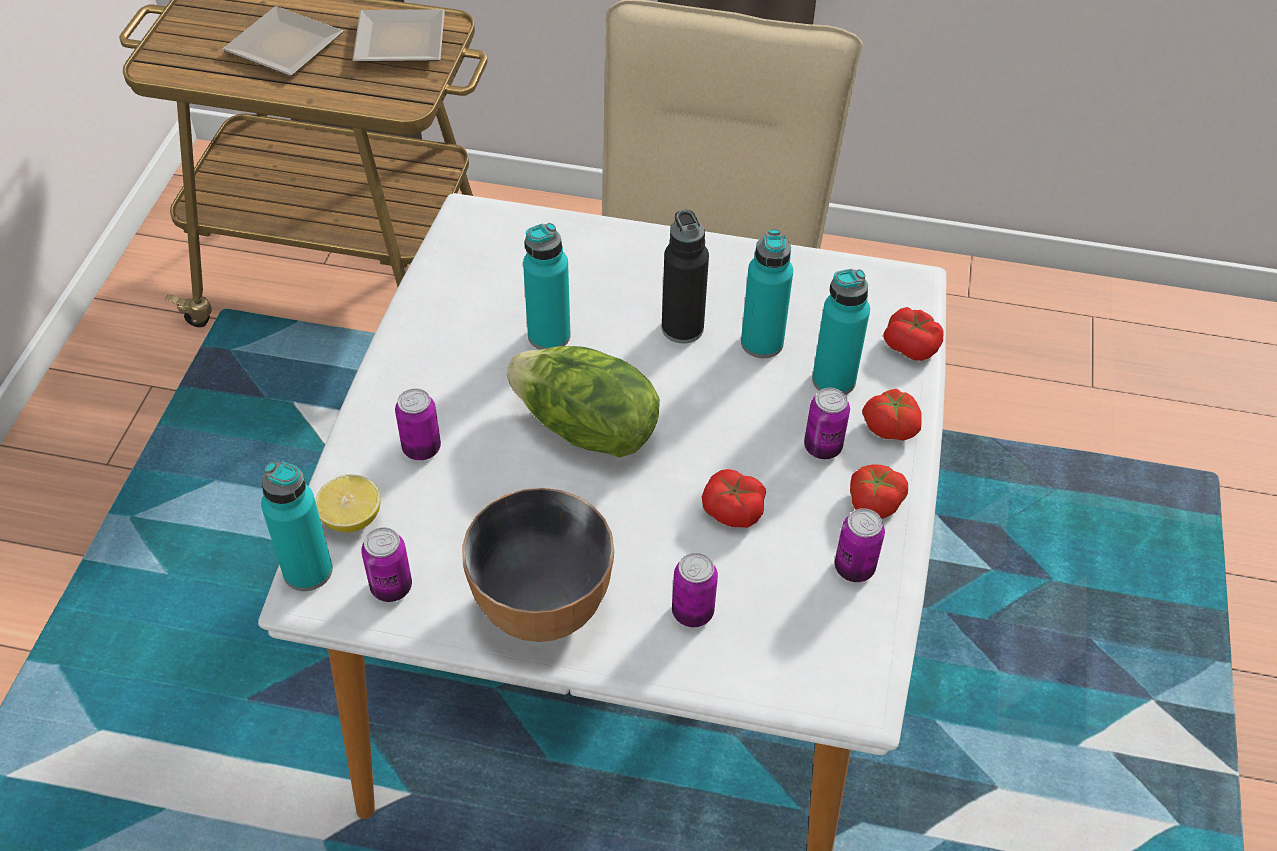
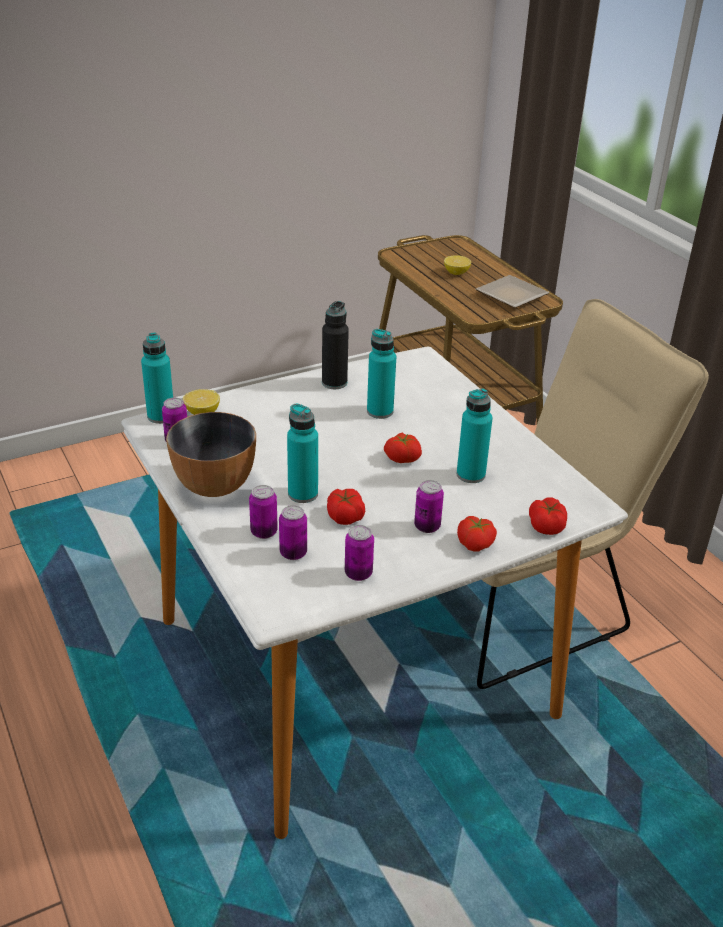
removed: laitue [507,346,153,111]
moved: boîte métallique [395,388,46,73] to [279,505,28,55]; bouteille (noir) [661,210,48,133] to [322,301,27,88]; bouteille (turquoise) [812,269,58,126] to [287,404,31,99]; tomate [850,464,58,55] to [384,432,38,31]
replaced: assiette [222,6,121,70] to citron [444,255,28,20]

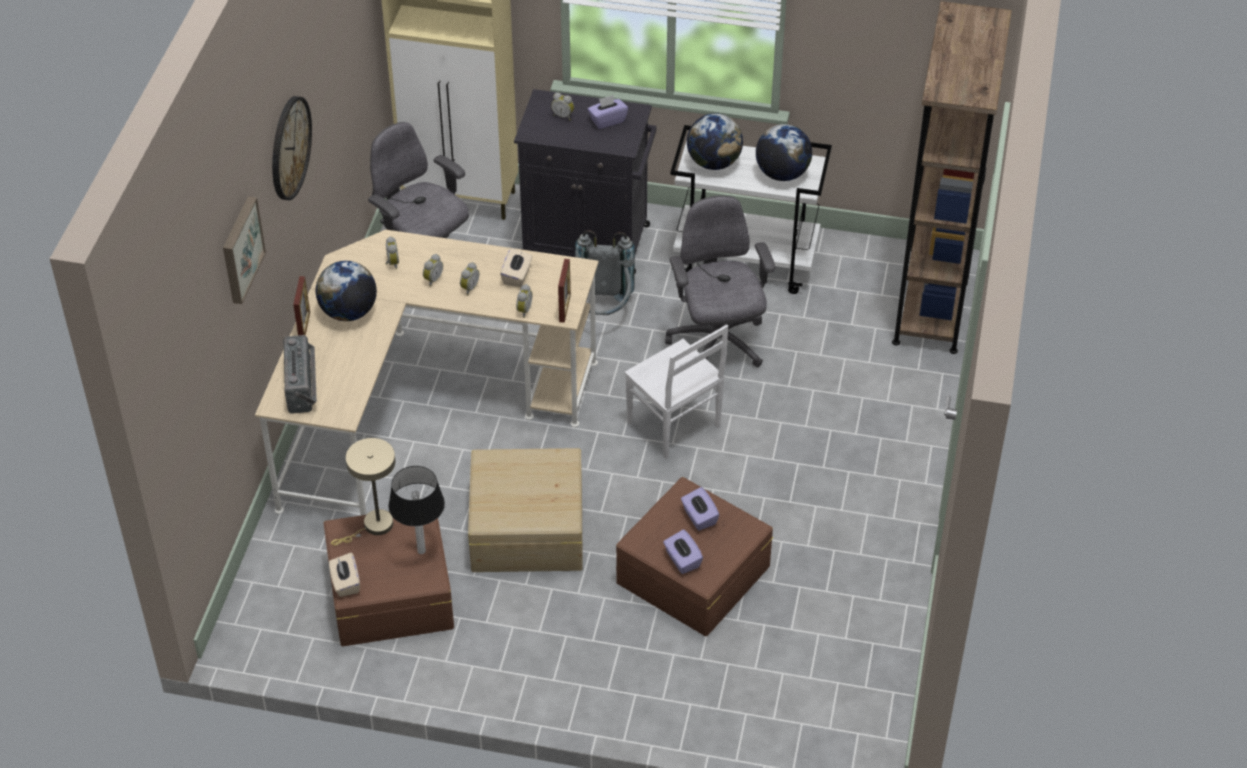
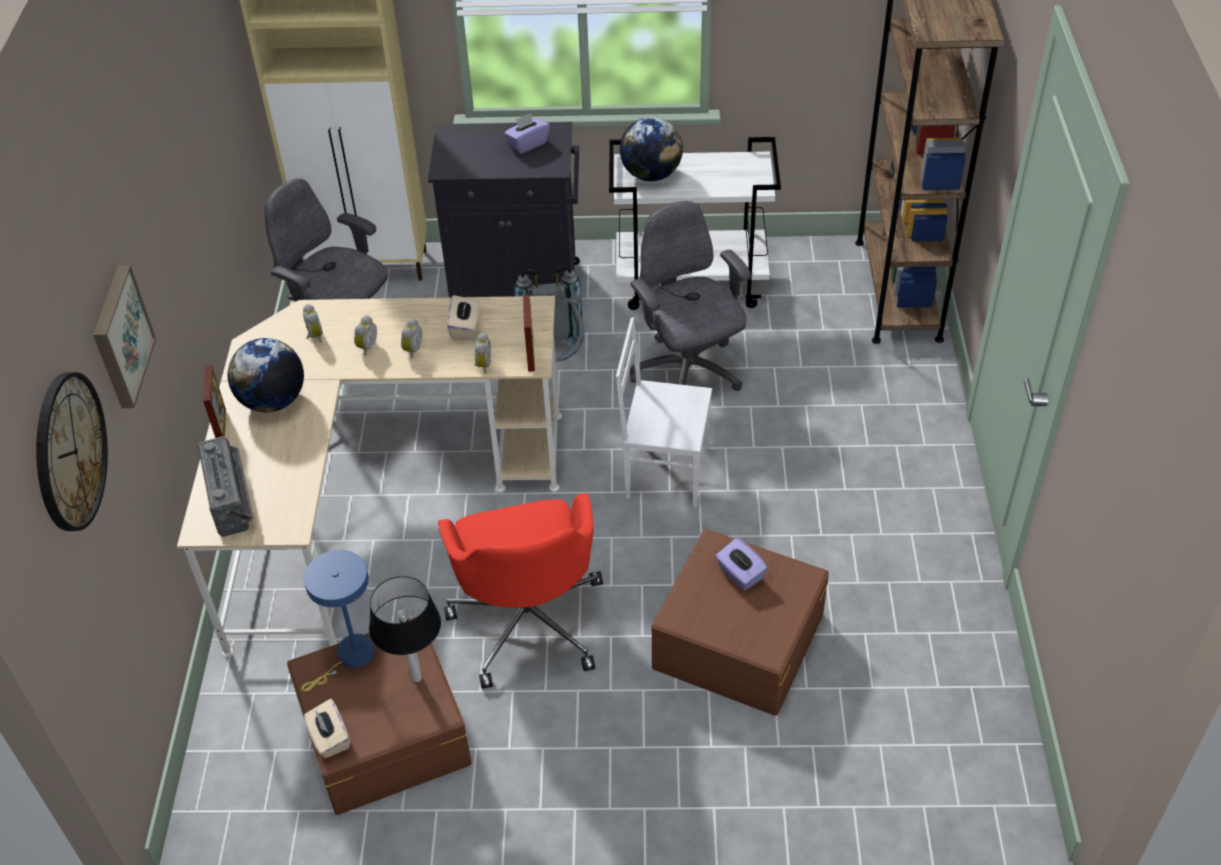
removed: réveil [551,92,23,28]; boîte à mouchoirs (violet) [663,530,40,44]; globe [756,124,56,57]
moved: horloge murale [272,96,40,104] to [36,372,72,159]
replaced: boîte de rangement (beige) [468,448,115,124] to chaise de bureau (rouge) [438,493,165,196]
recoloured: lampe de table (beige) [331,438,64,108] to lampe de table (bleu) [301,550,74,141]
turned: chaise (blanc) [625,325,103,134] = [616,317,96,190] 150 degrees clockwise

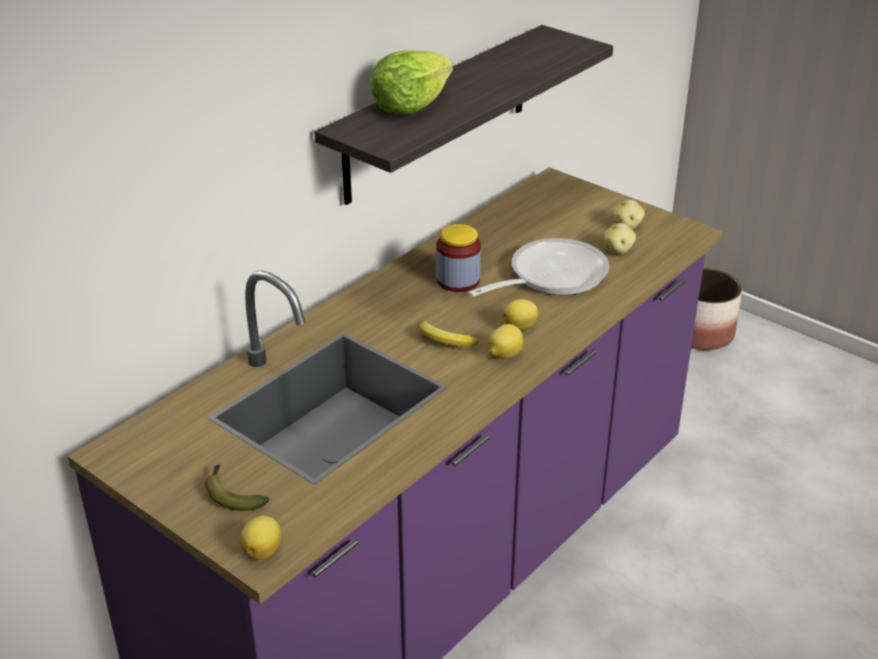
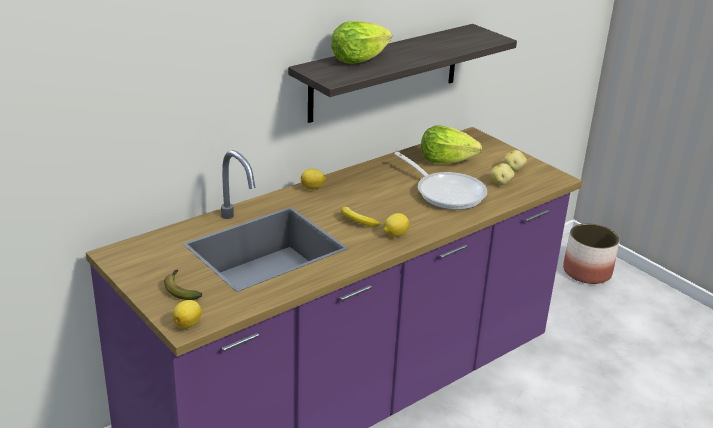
removed: bocal [436,224,45,68]
added: laitue [421,126,61,38]
moved: citron [503,299,35,32] to [301,169,25,21]
turned: poêle [468,238,141,59] = [394,152,93,58] 75 degrees clockwise

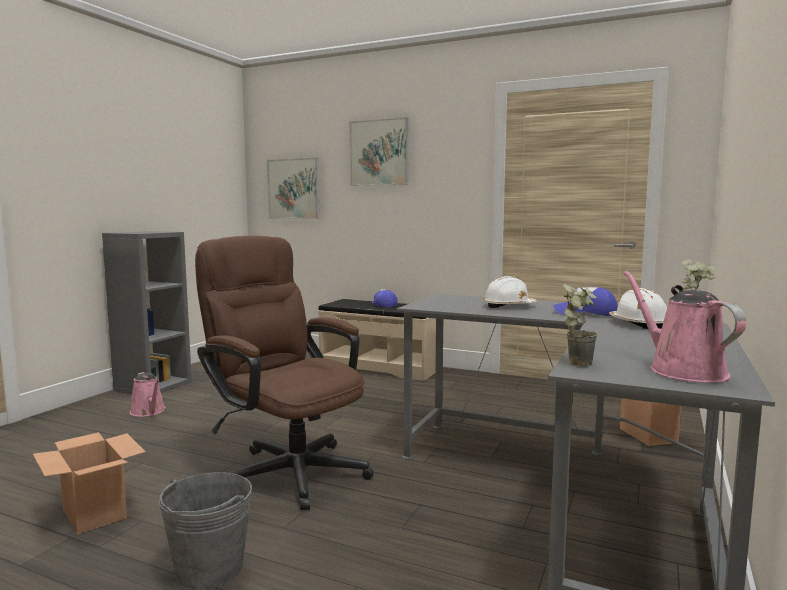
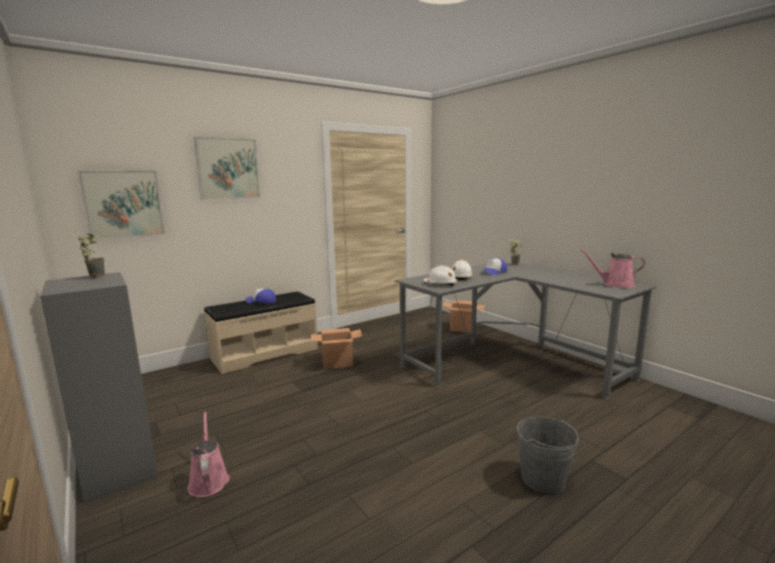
removed: chaise de bureau (marron) [195,236,179,275]
moved: carton [33,432,113,102] to [311,328,51,41]; plante en pot [562,282,35,84] to [75,231,30,47]; casque de chantier (blanc) [609,288,58,41] to [423,265,34,21]
turned: arrosoir (rose) [130,372,36,45] = [188,412,41,85] 105 degrees counterclockwise

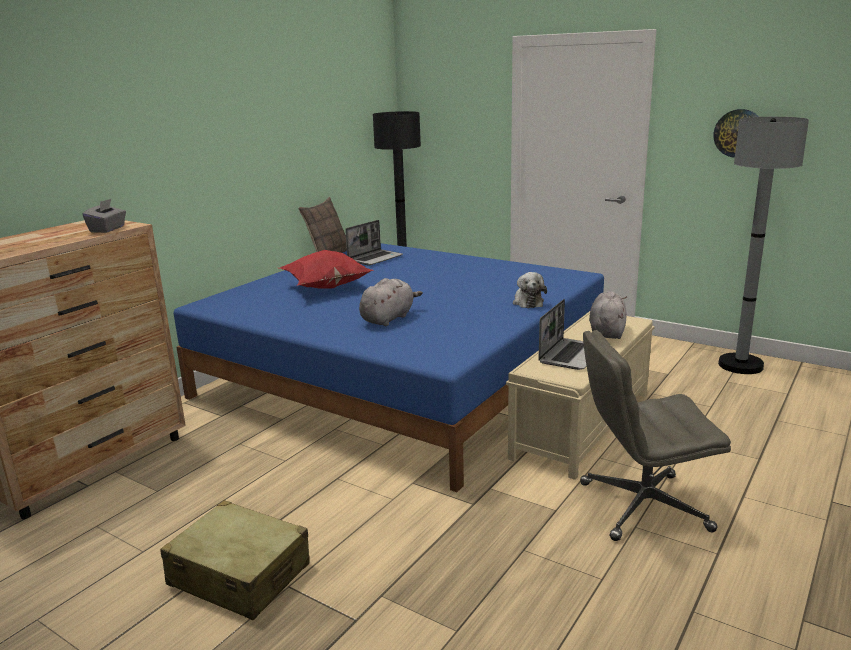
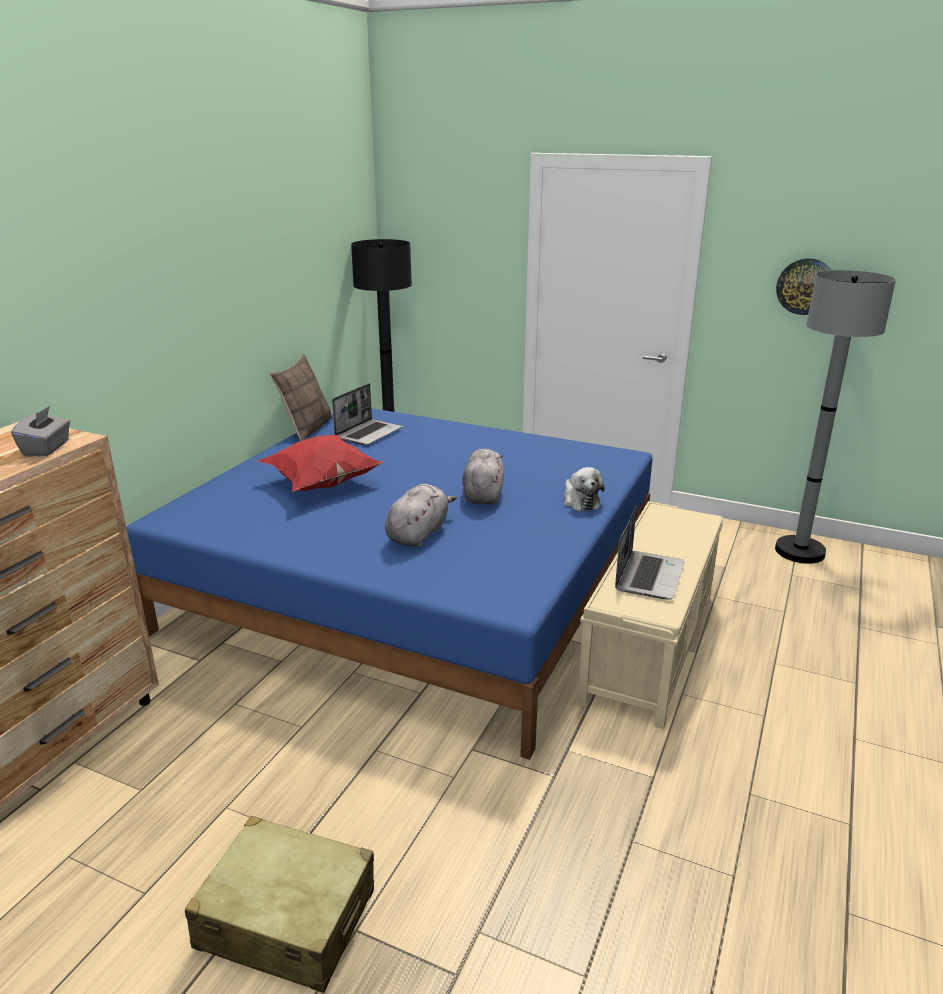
removed: chaise de bureau (gris) [580,330,151,211]
moved: peluche (gris) [589,292,38,47] to [462,449,42,56]

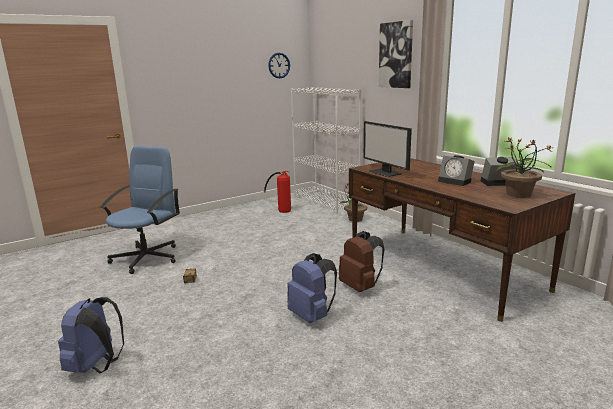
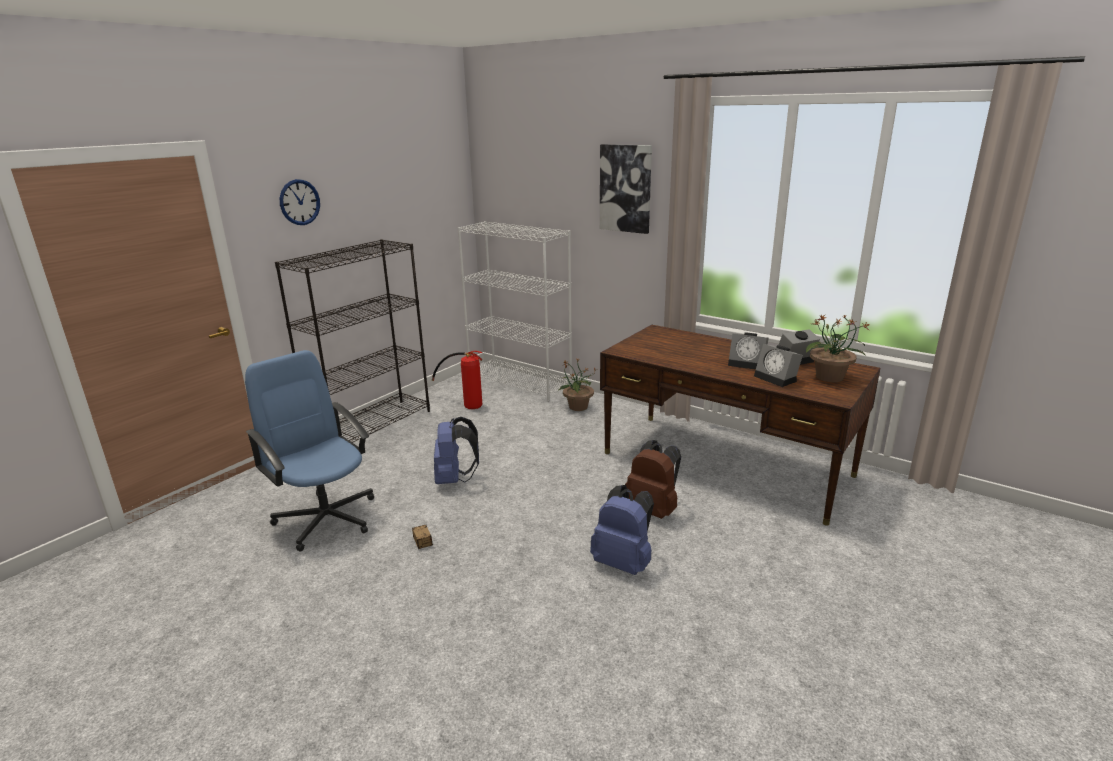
removed: écran d'ordinateur [364,121,48,56]
added: bibliothèque (noir) [275,239,155,204]; réveil [754,344,49,43]
moved: sac à dos (bleu) [58,297,66,76] to [434,417,45,67]; horloge murale [268,53,22,25] to [280,179,40,46]
turned: chaise de bureau (bleu) [100,146,80,128] = [245,350,129,201] 45 degrees counterclockwise

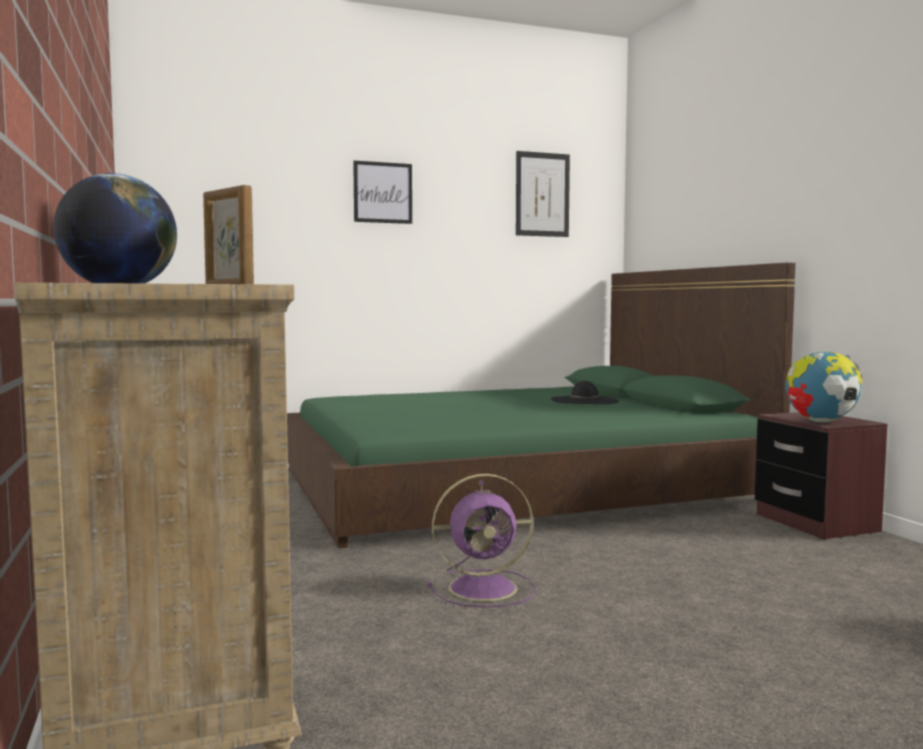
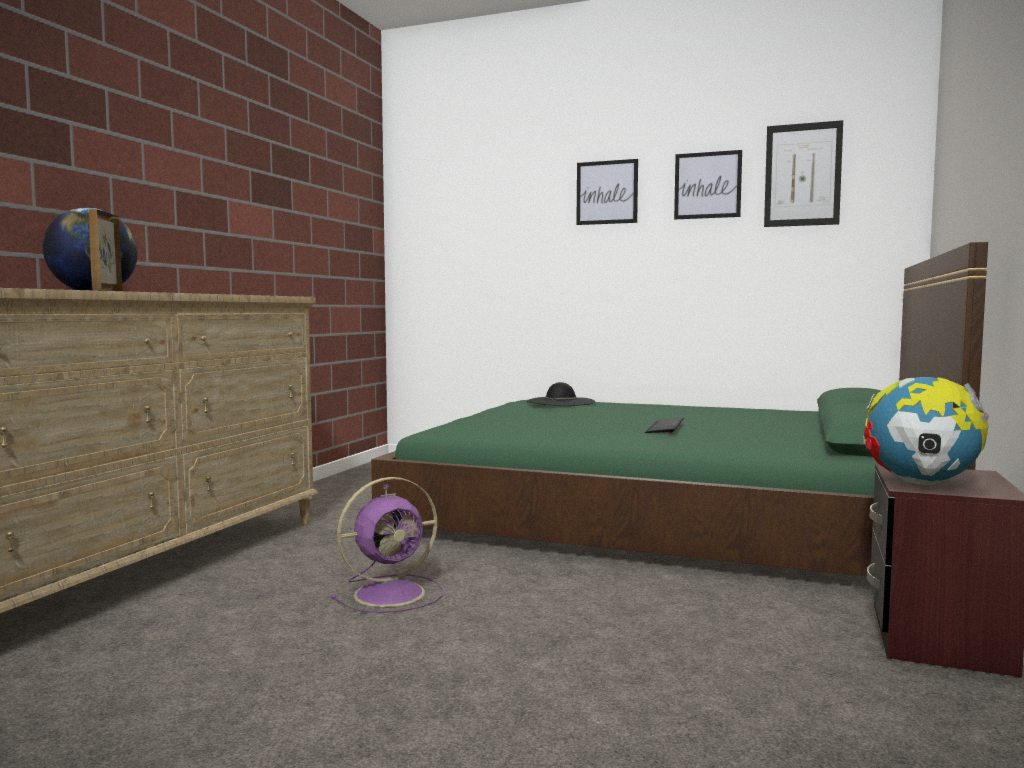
added: clavier [645,418,39,16]; tableau [674,150,68,69]
moved: chapeau (noir) [551,381,68,23] to [526,382,69,24]
turned: ventilateur (violet) [427,474,109,134] = [330,477,113,136] 60 degrees counterclockwise

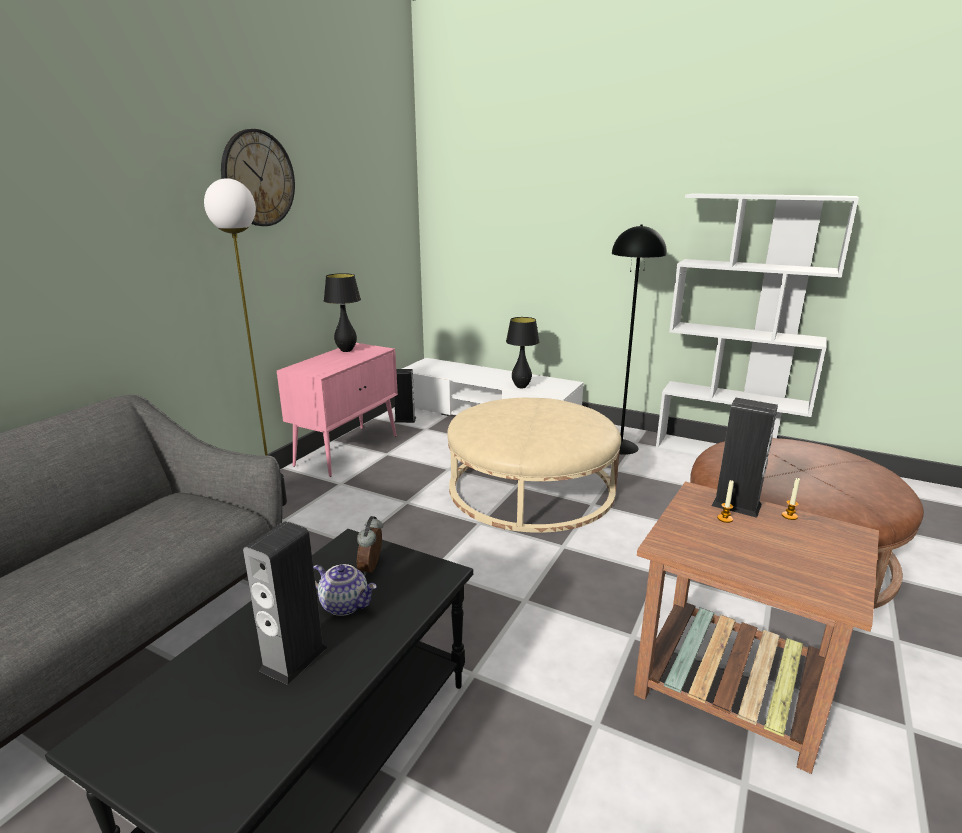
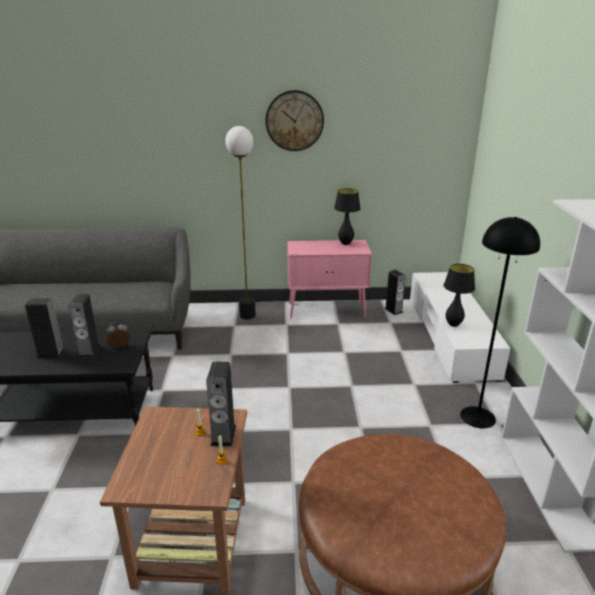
removed: pouf (beige) [447,398,174,135]
replaced: théière [313,564,64,52] to enceinte [68,294,33,64]

